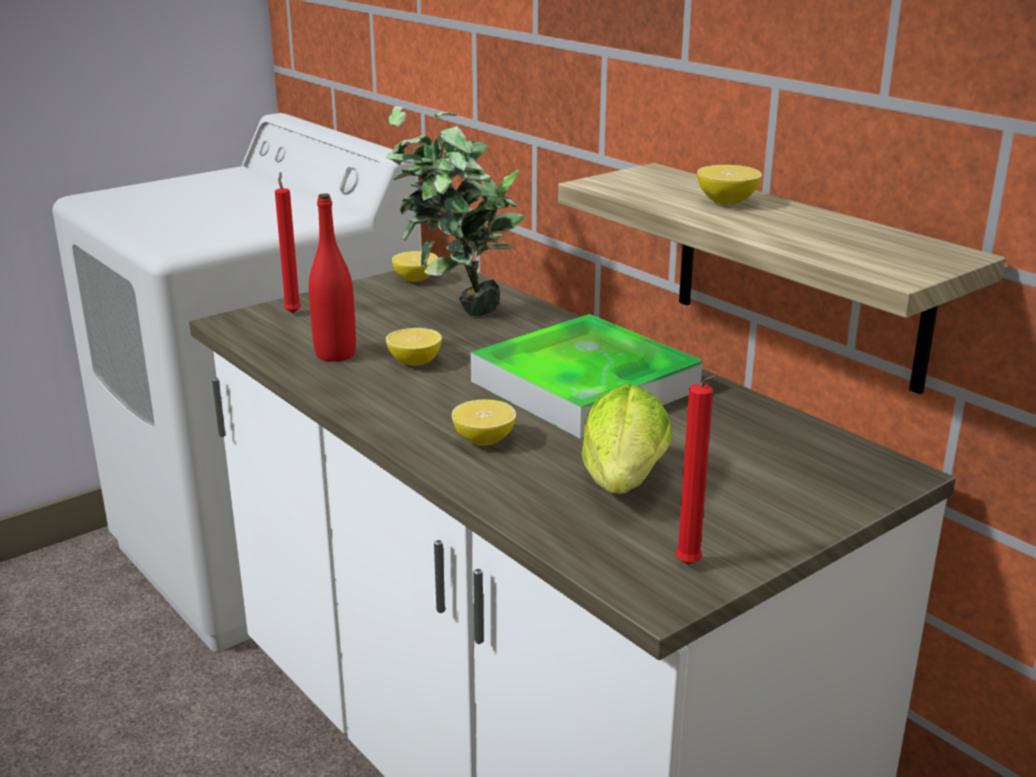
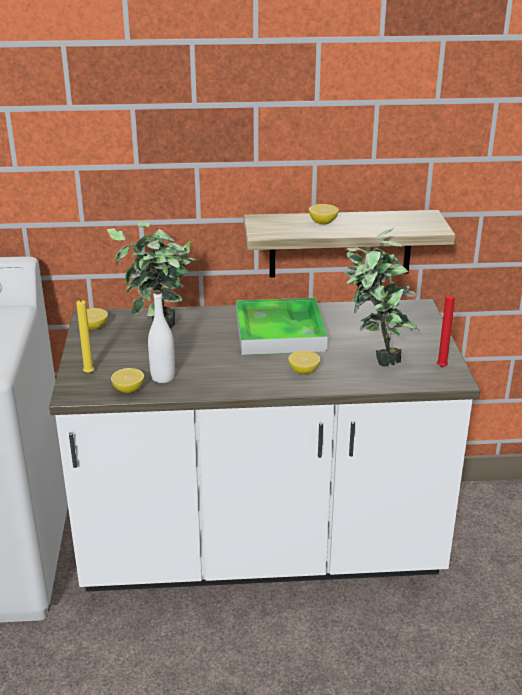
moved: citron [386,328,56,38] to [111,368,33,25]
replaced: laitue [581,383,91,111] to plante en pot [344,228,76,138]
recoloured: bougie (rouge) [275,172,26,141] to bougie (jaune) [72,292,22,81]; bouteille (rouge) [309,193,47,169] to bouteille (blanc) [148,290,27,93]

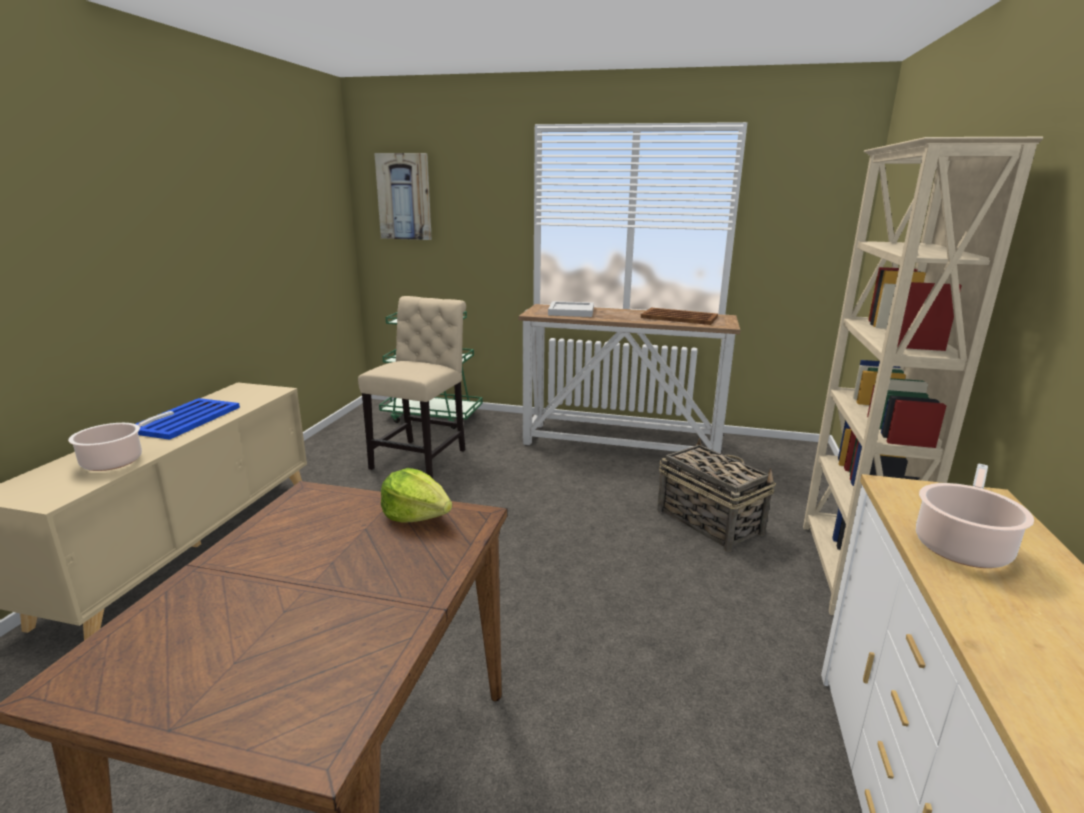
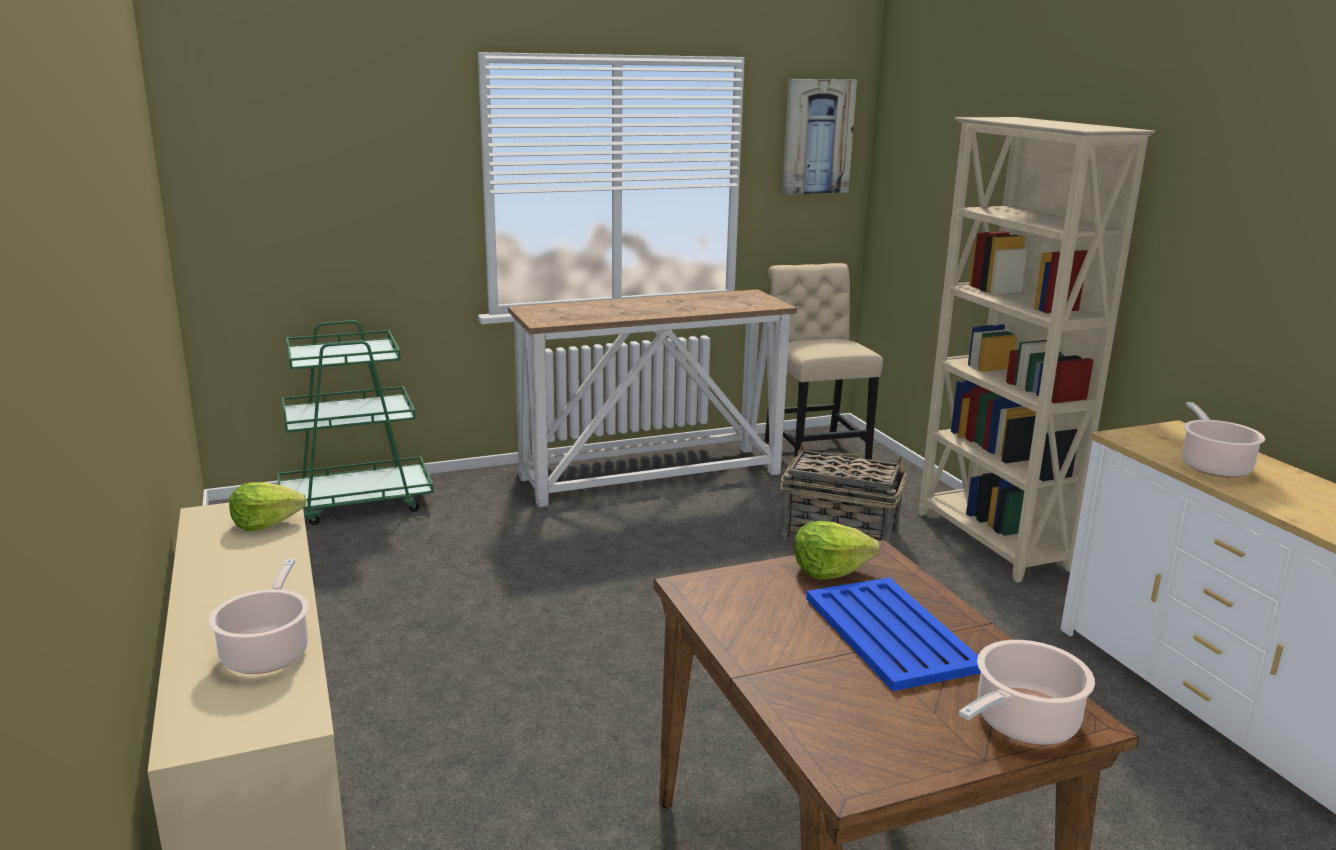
removed: plateau (blanc) [548,301,46,16]; plateau (marron) [641,308,77,17]
added: laitue [229,482,78,49]; marmite [959,640,136,105]
moved: plateau (bleu) [136,398,104,42] to [806,577,175,114]; chaise (beige) [358,296,108,182] to [765,263,118,197]; tableau [374,153,58,87] to [782,79,75,116]

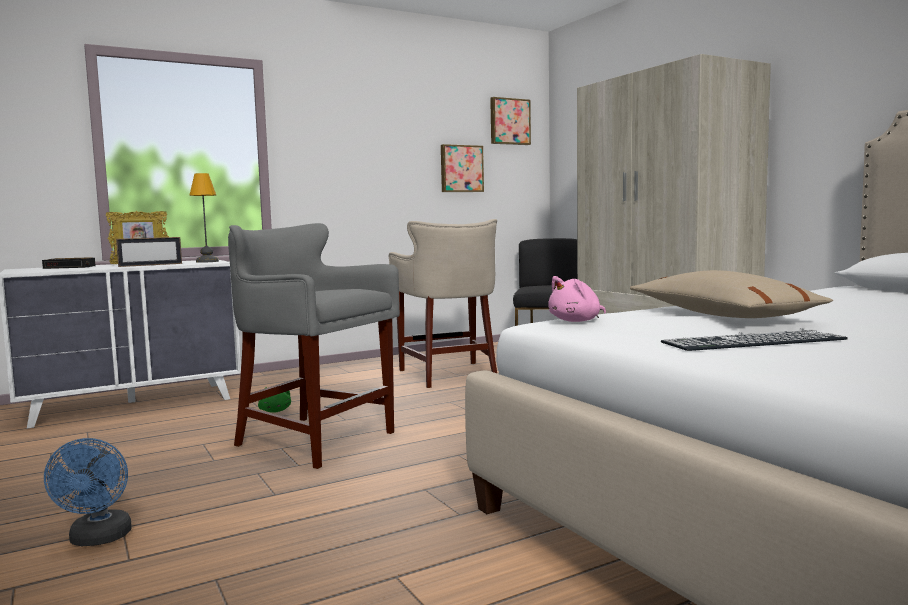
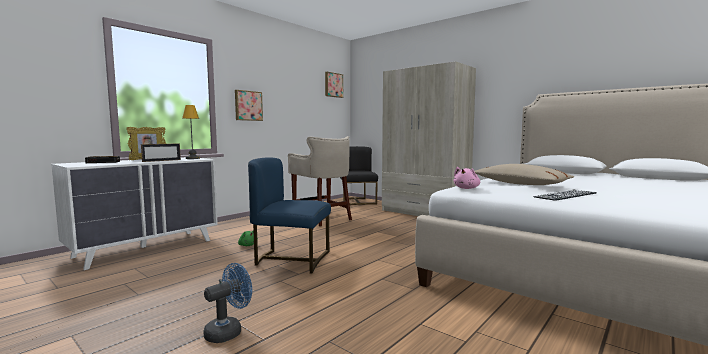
moved: tableau [441,144,43,48] to [235,90,28,31]
replaced: tabouret (gris) [228,223,172,246] to chaise (bleu) [248,157,83,117]
turned: ventilateur (bleu) [44,438,88,108] = [203,263,49,80] 105 degrees counterclockwise

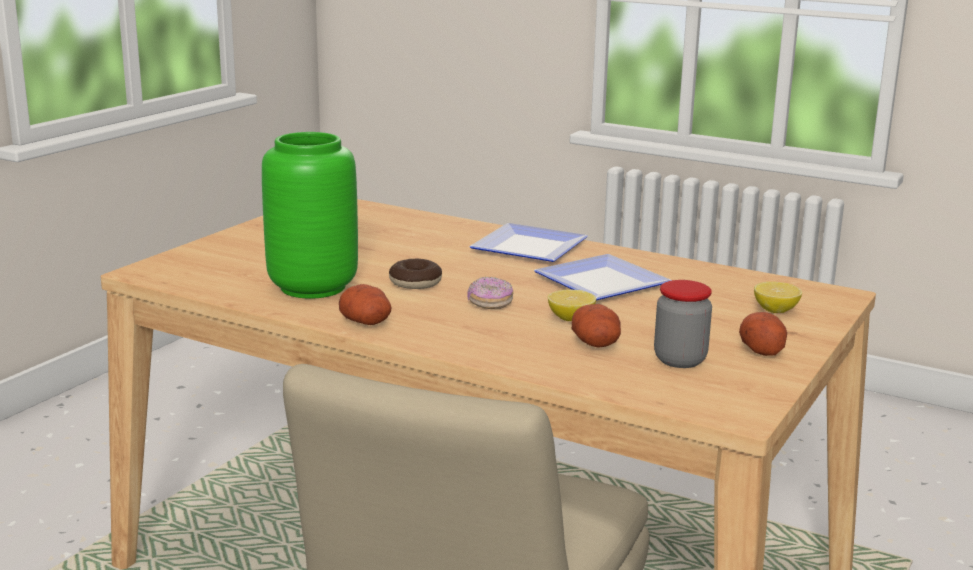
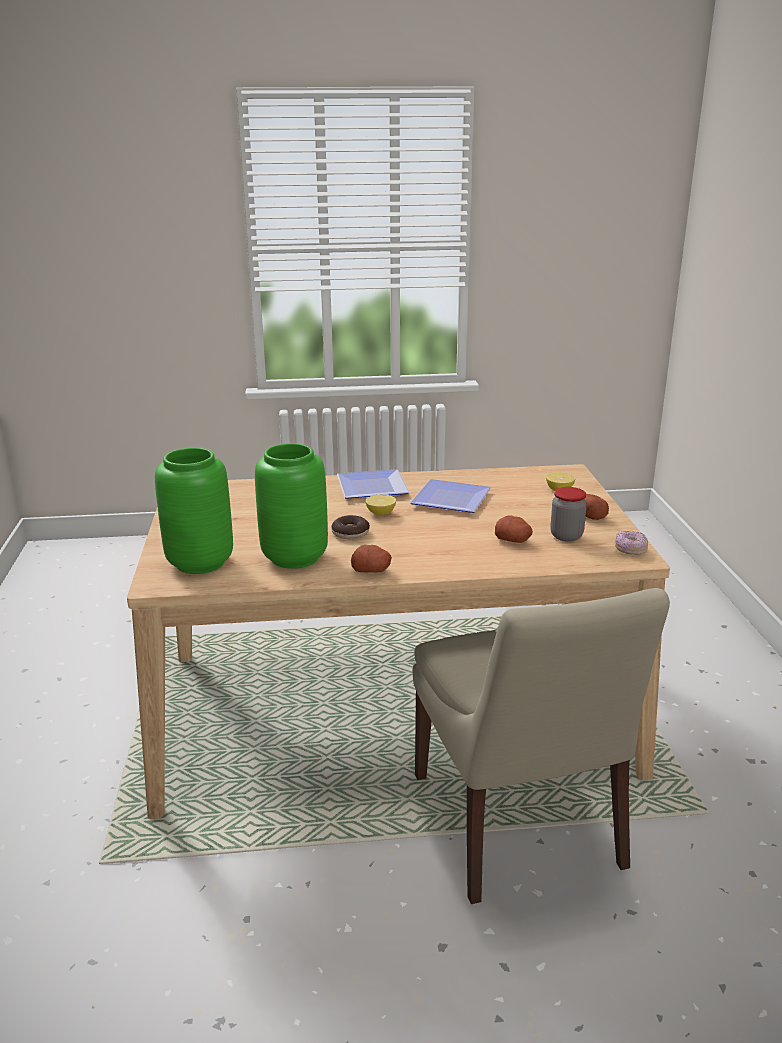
added: vase (vert) [155,448,78,126]
moved: beignet [467,277,46,32] to [615,531,33,24]; citron [547,289,49,32] to [366,494,30,21]

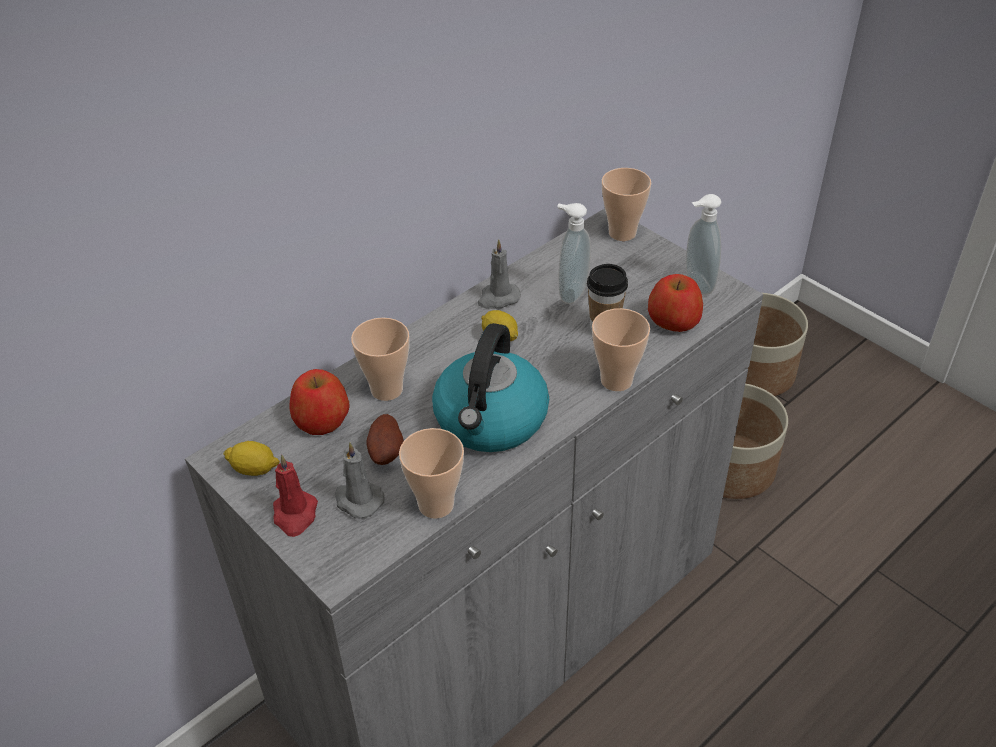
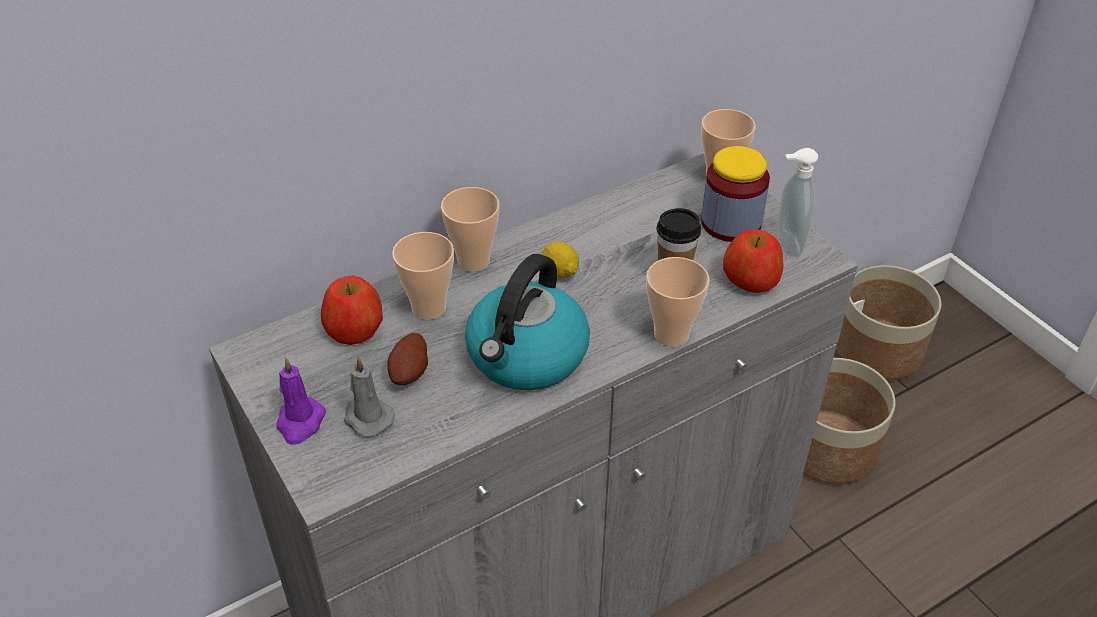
removed: citron [223,441,57,35]; bougie (gris) [478,239,43,70]; distributeur de savon [557,203,34,101]
added: bocal [701,146,69,96]
moved: tasse [399,428,65,91] to [441,187,59,85]
recoloured: bougie (rouge) [273,454,45,83] to bougie (violet) [277,358,49,87]

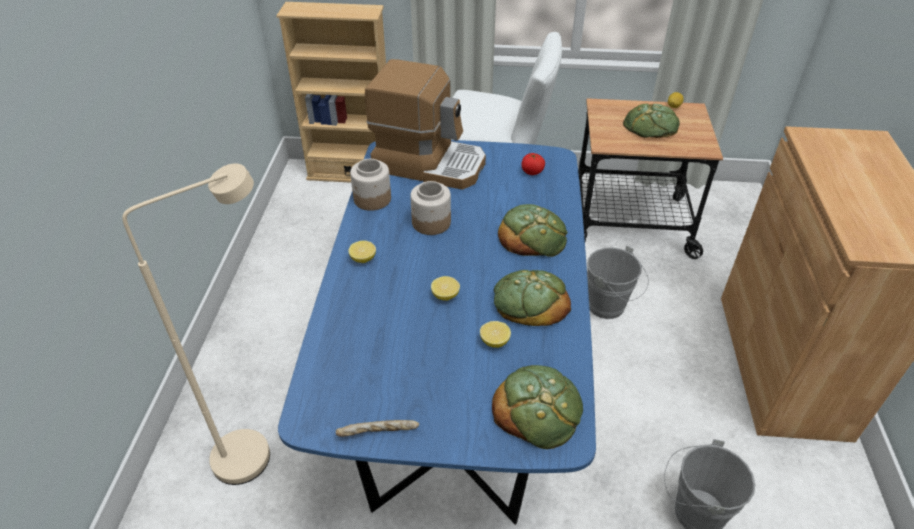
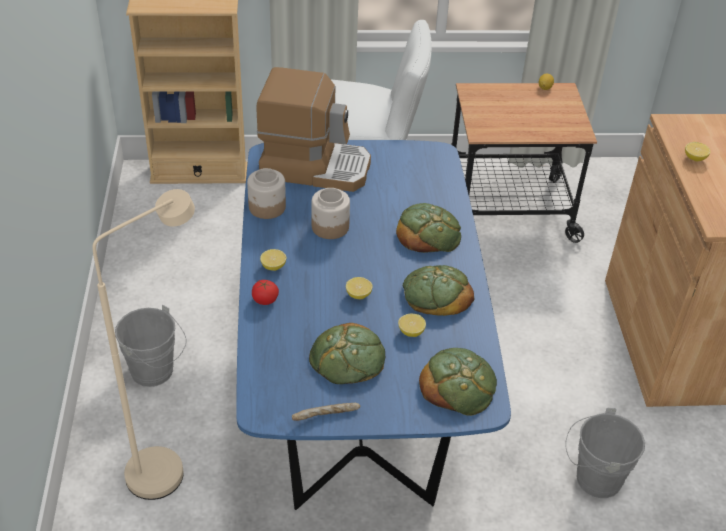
added: citron [685,142,26,19]
moved: tomate [521,153,24,22] to [252,280,27,25]; seau (gris) [587,246,62,73] to [115,305,71,82]; pain [623,104,57,34] to [309,323,76,61]

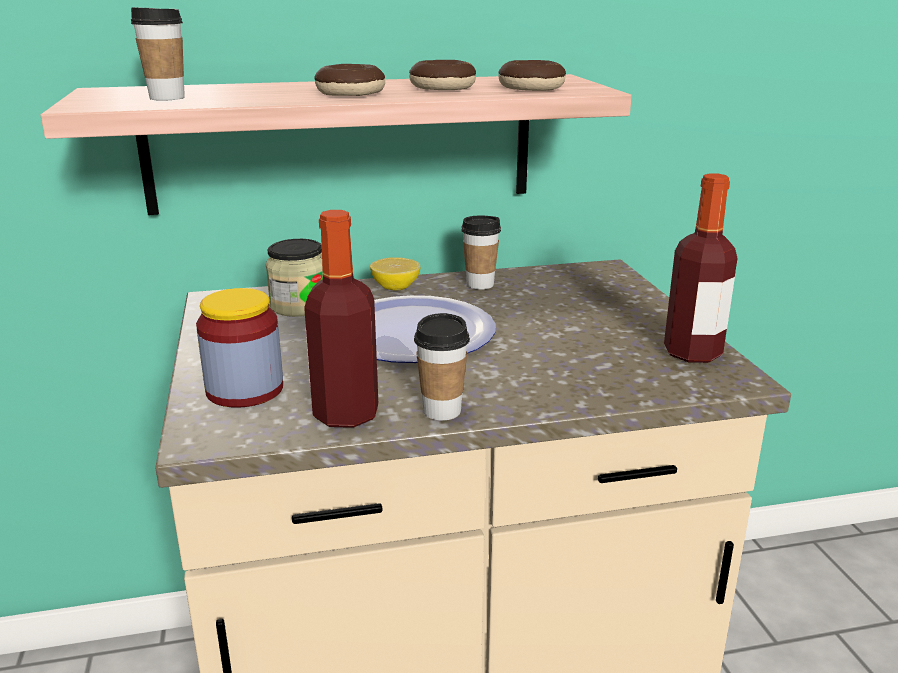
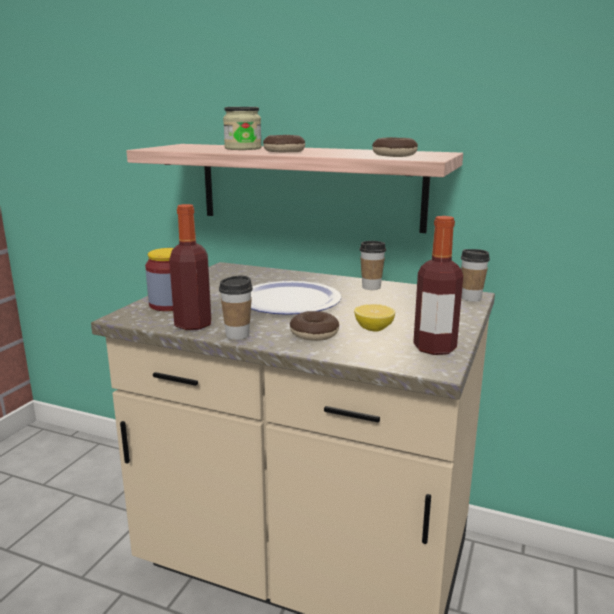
moved: tasse [131,7,54,94] to [461,249,29,53]; bocal [266,239,57,78] to [223,107,39,43]; citron [370,257,50,34] to [354,304,41,28]; beignet [409,60,67,30] to [290,311,49,30]

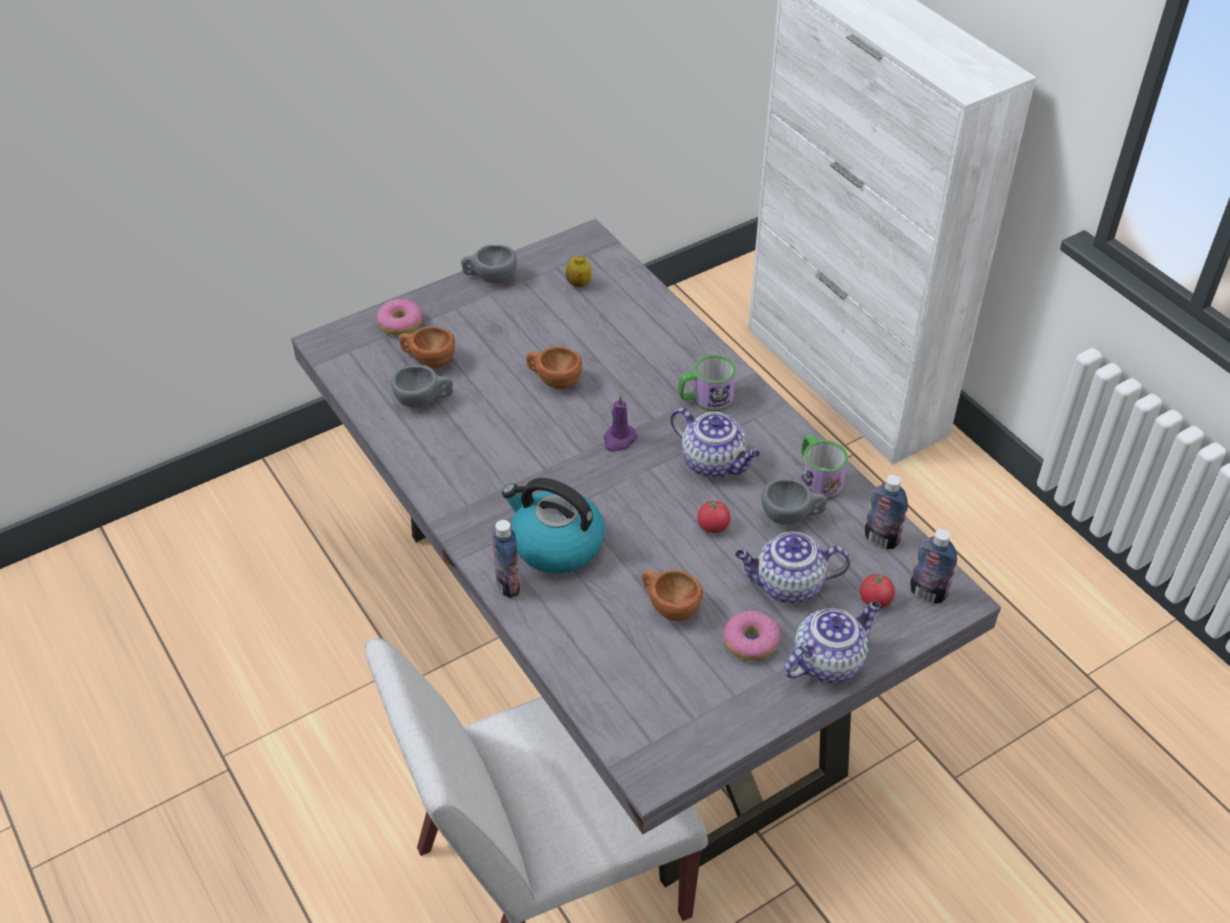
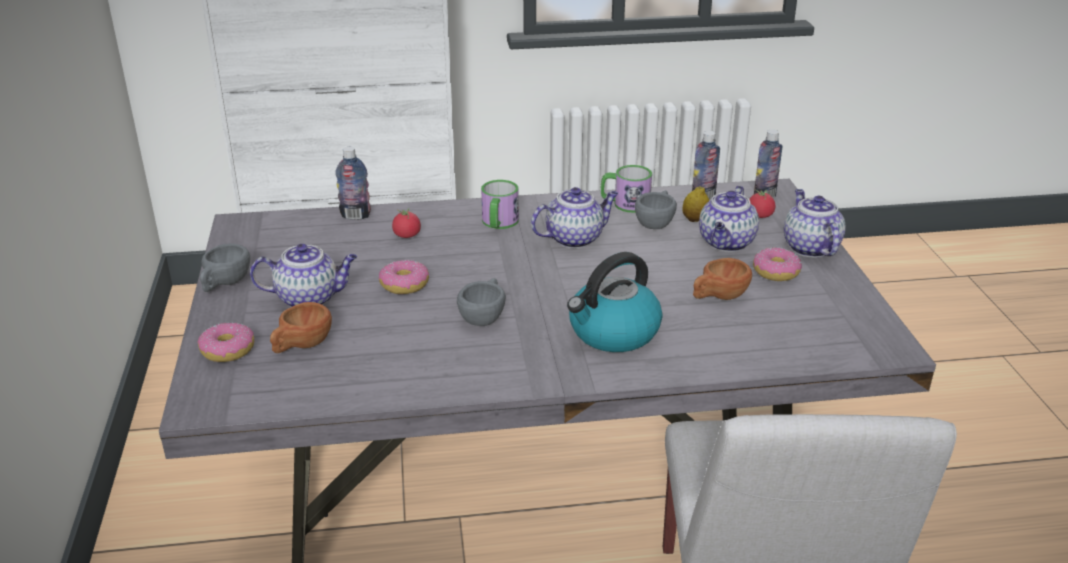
removed: bougie (violet) [603,395,35,57]
added: théière [250,244,107,63]
moved: tasse (gris) [391,365,62,43] to [457,278,49,48]; bouteille [492,520,28,78] to [335,147,36,73]; citron [565,255,27,32] to [682,186,27,36]; tomate [697,496,33,37] to [392,208,29,30]
replaced: tasse (marron) [526,346,56,43] to beignet [379,260,50,34]

